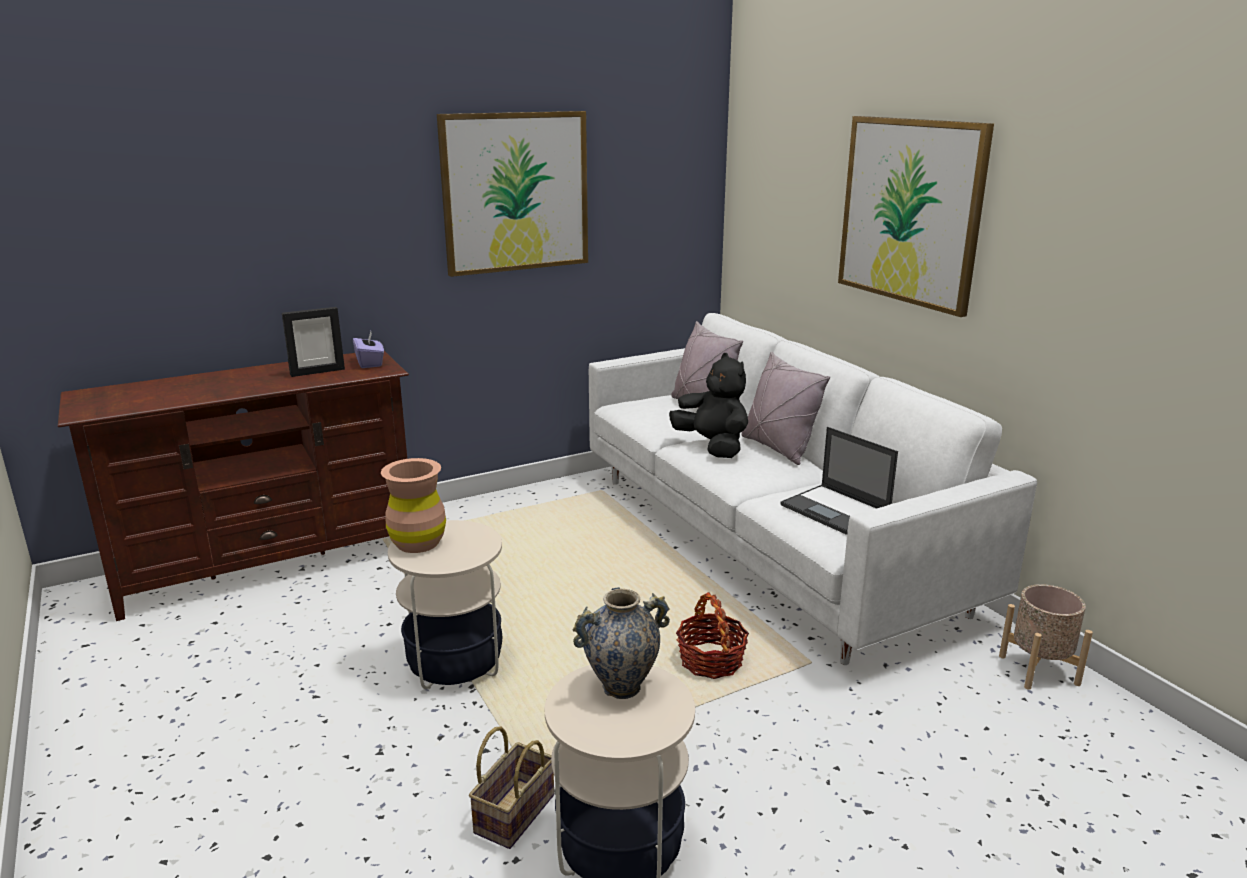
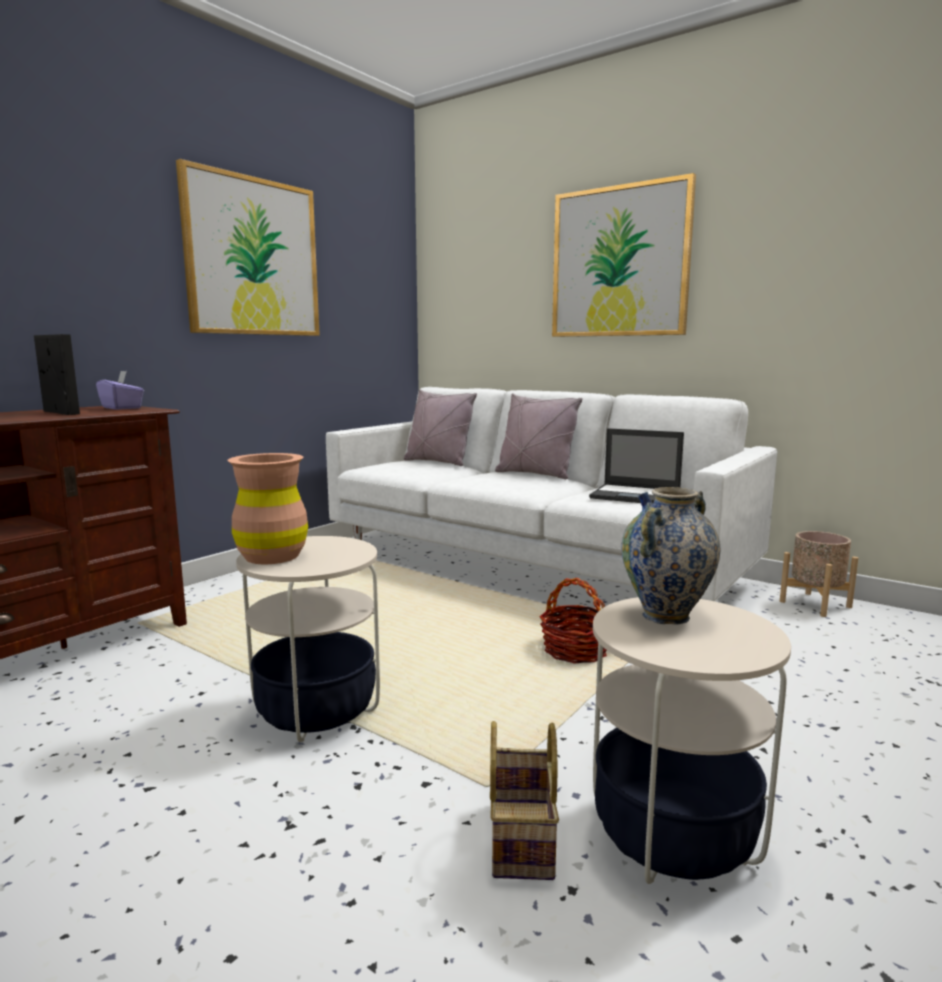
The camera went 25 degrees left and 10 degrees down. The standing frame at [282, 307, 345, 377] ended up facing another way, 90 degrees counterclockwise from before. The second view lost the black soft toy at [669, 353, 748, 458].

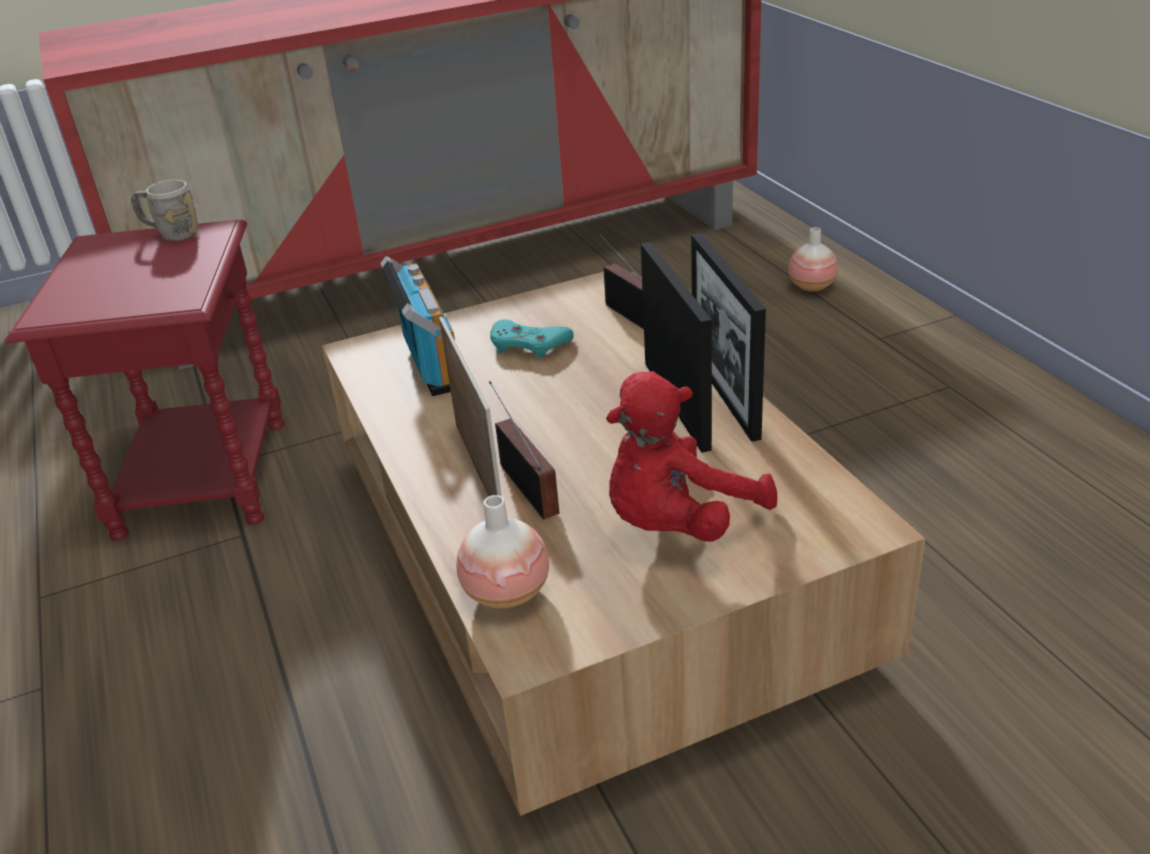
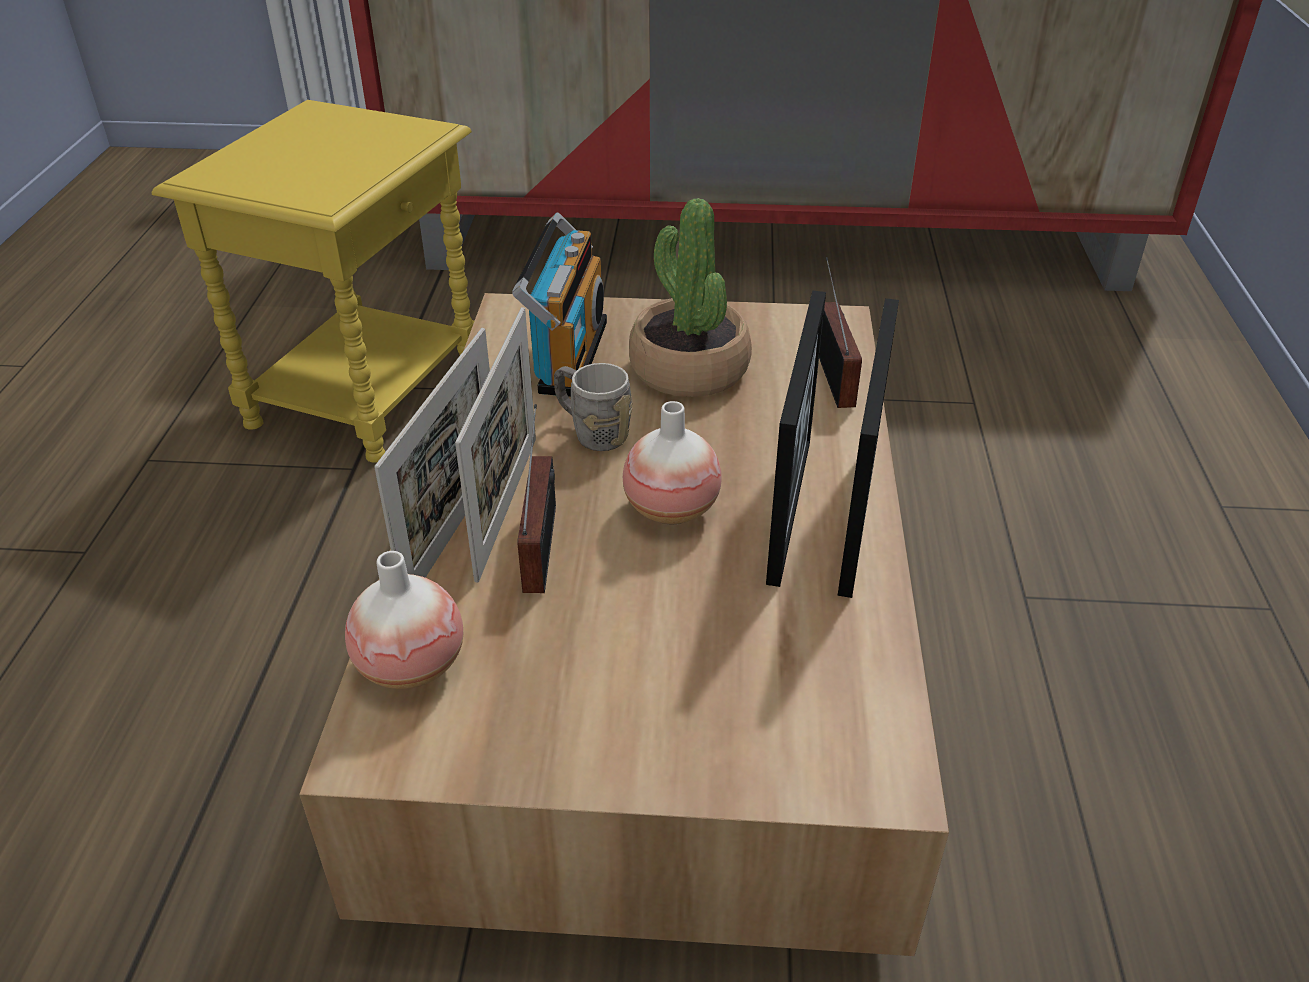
The camera went 25 degrees right and 5 degrees up. What was the red-coloured side table at [6, 220, 285, 541] turned into the yellowish side table at [152, 100, 474, 463]. The greyish coffee mug ended up elsewhere, having gone from [131, 180, 198, 241] to [554, 363, 632, 451]. Where the turquoise-coloured joypad stood at [490, 319, 574, 359], the plant in a pot came to stand at [629, 198, 752, 397]. The second view lost the red-coloured soft toy at [606, 371, 777, 542]. The flower vase ended up elsewhere, having gone from [788, 227, 838, 292] to [623, 401, 722, 525]. The second view gained the standing frame at [374, 328, 490, 578].

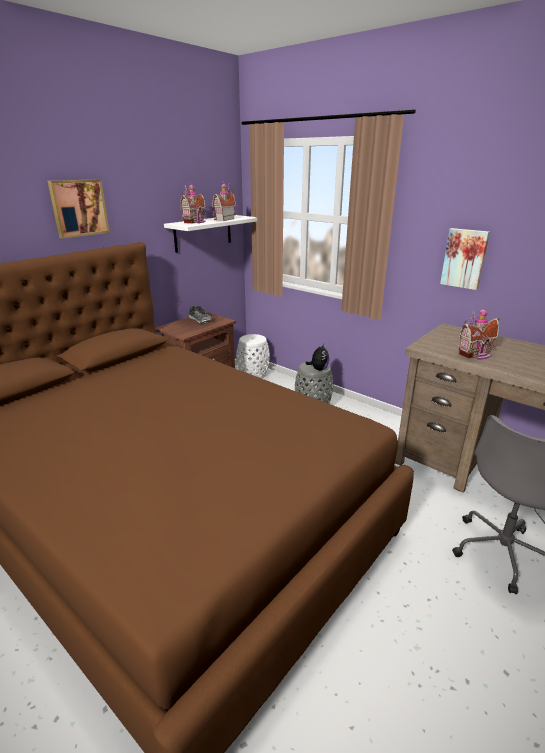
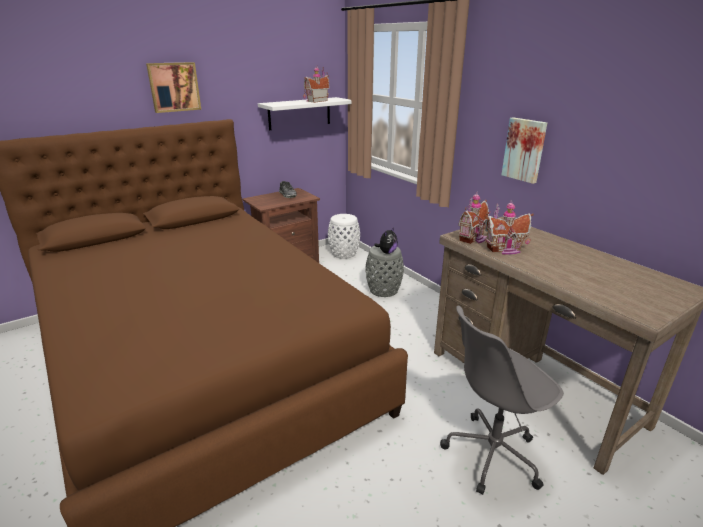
The camera went 15 degrees right and 0 degrees up. The model house ended up elsewhere, having gone from [180, 183, 206, 224] to [458, 192, 489, 244].

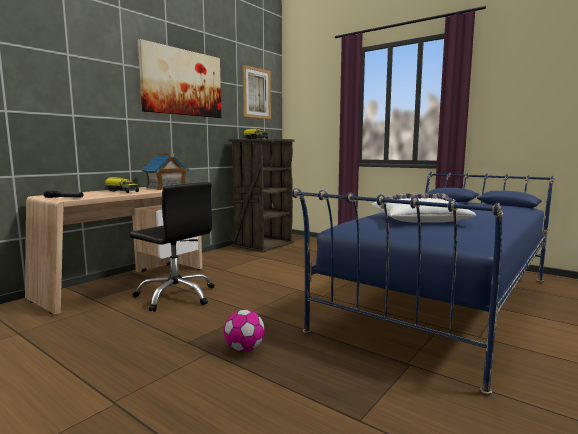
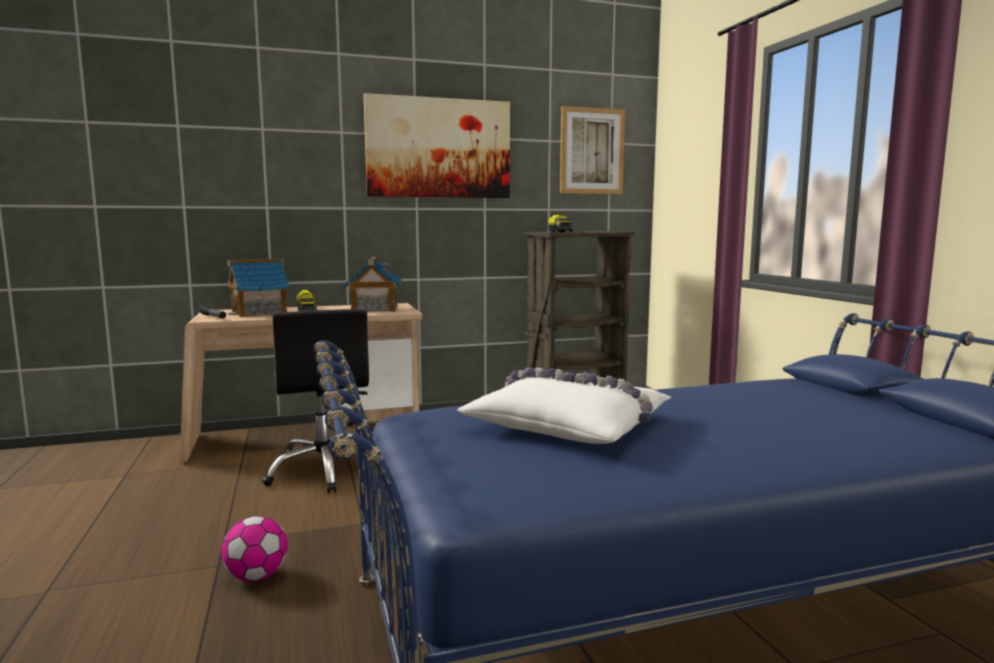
The camera went 35 degrees right and 0 degrees up. The second view gained the model house at [227, 258, 289, 317].

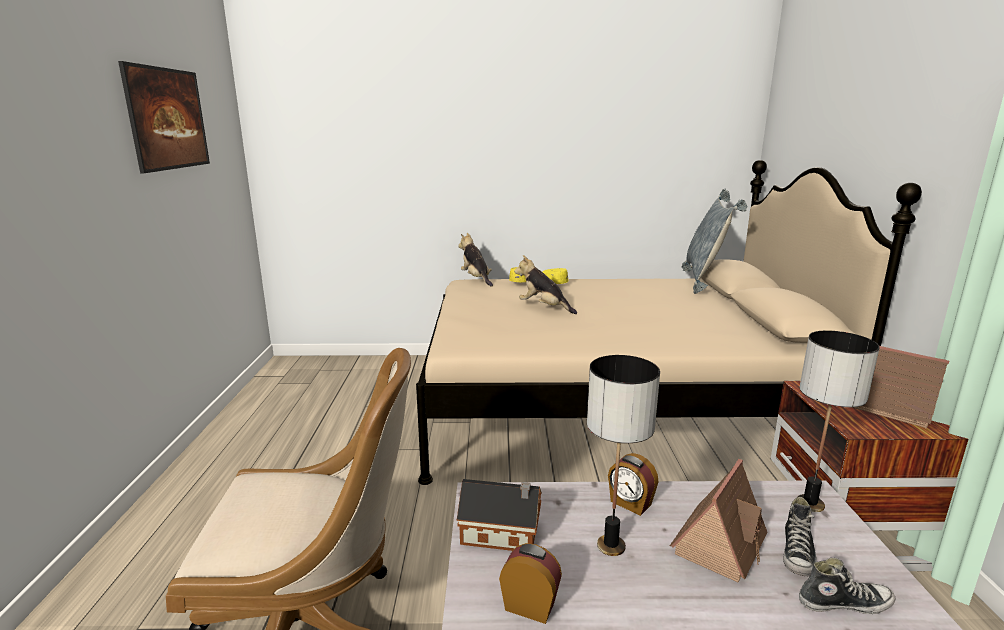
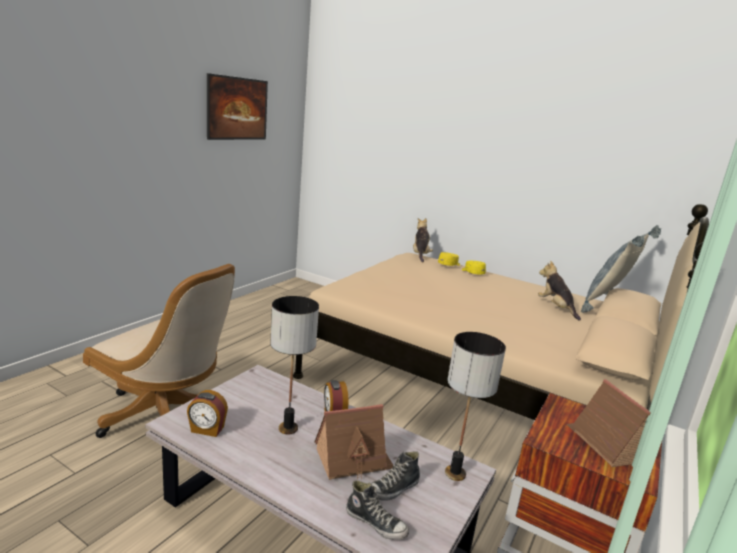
The camera went 30 degrees right and 0 degrees up. The second view lost the model house at [457, 479, 542, 551]. The alarm clock at [499, 543, 562, 624] ended up facing another way, 135 degrees clockwise from before. The soft toy ended up elsewhere, having gone from [514, 255, 577, 314] to [538, 260, 581, 321].

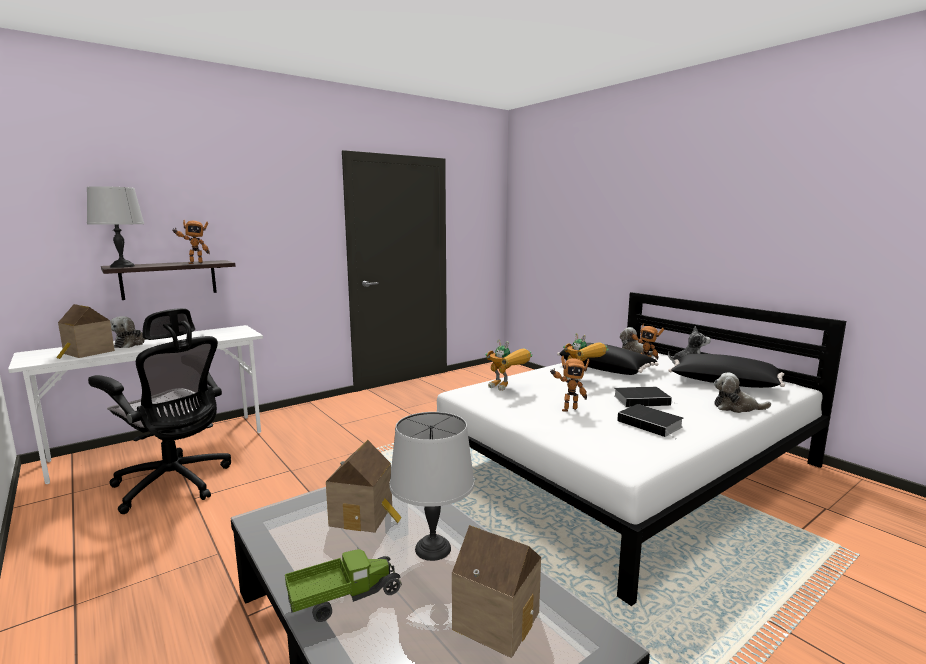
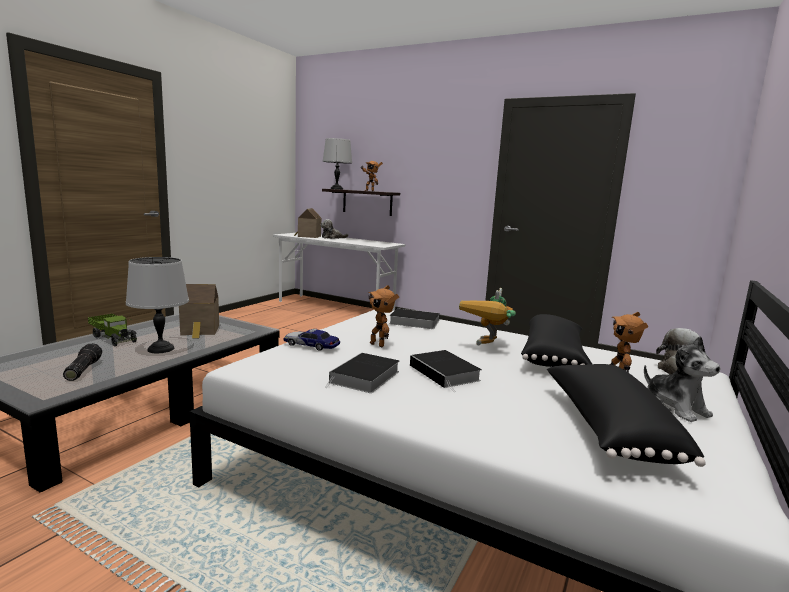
The camera went 65 degrees right and 0 degrees up. The second view lost the computer chair at [88, 308, 231, 514]. Where the model house stood at [452, 525, 541, 658], the torch came to stand at [63, 343, 102, 381]. Where the model robot stood at [485, 339, 532, 391], the volume came to stand at [389, 308, 440, 329]. The second view lost the soft toy at [714, 372, 771, 413]. The second view gained the model car at [283, 329, 340, 351].

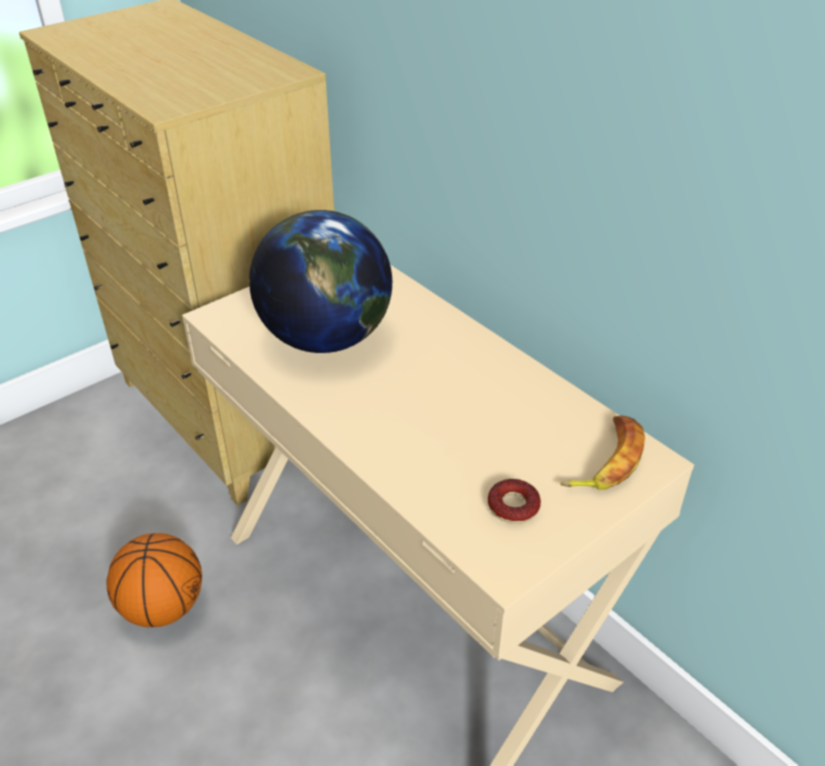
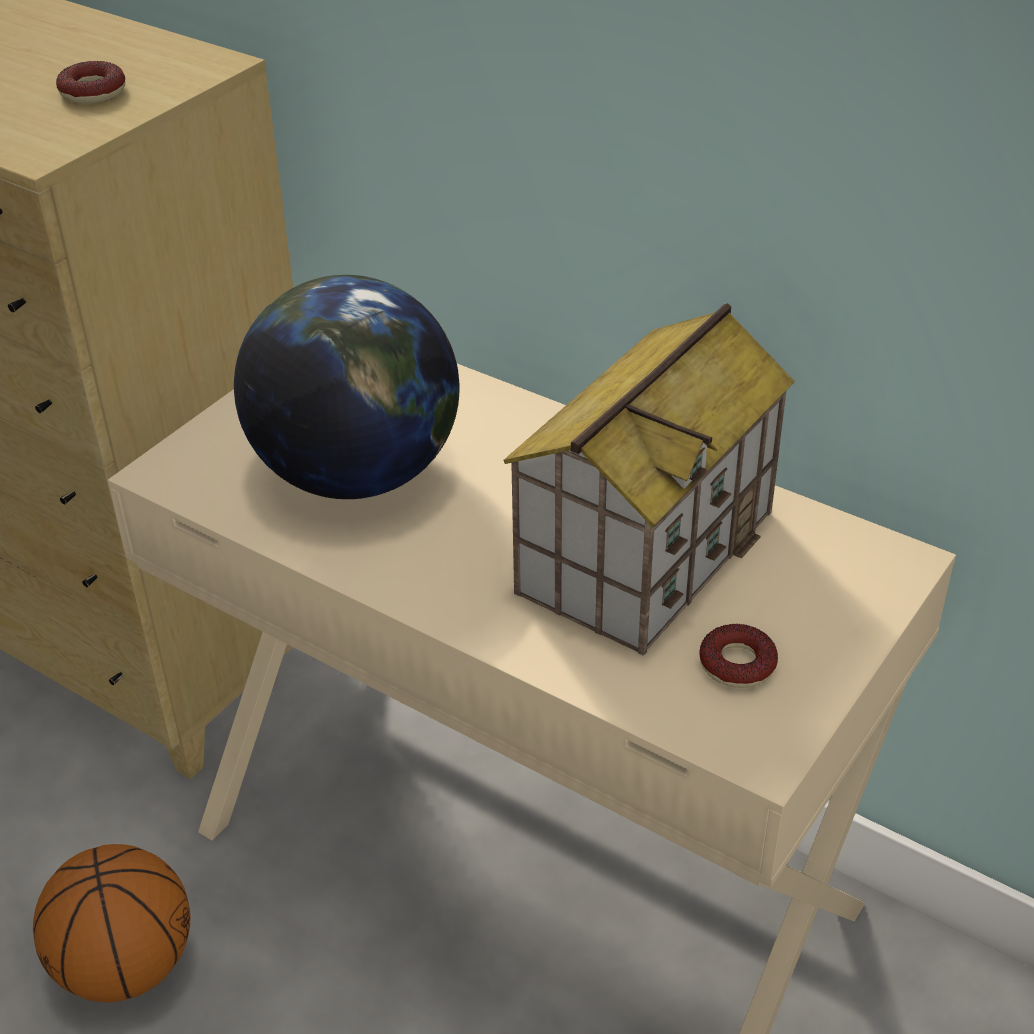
The camera went 15 degrees left and 0 degrees up. The second view lost the banana at [561, 416, 645, 490]. The second view gained the donut at [56, 61, 125, 104]. The second view gained the model house at [504, 303, 795, 656].

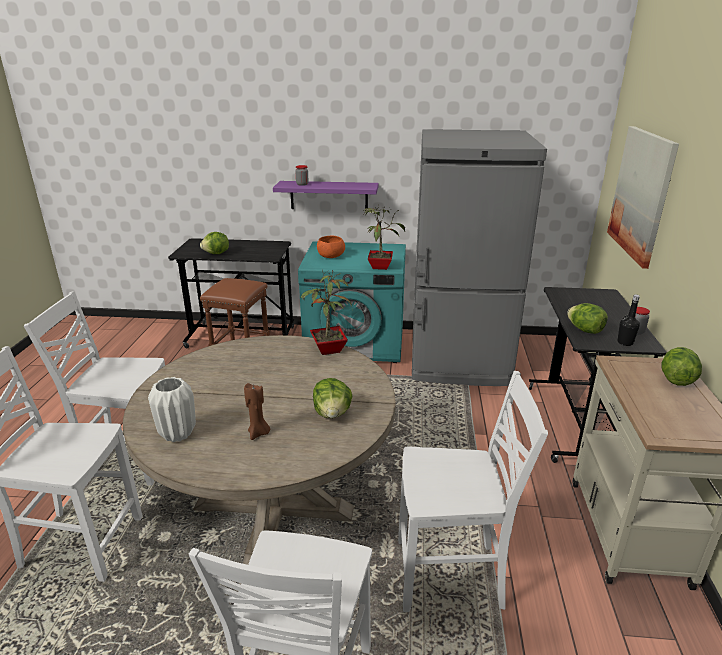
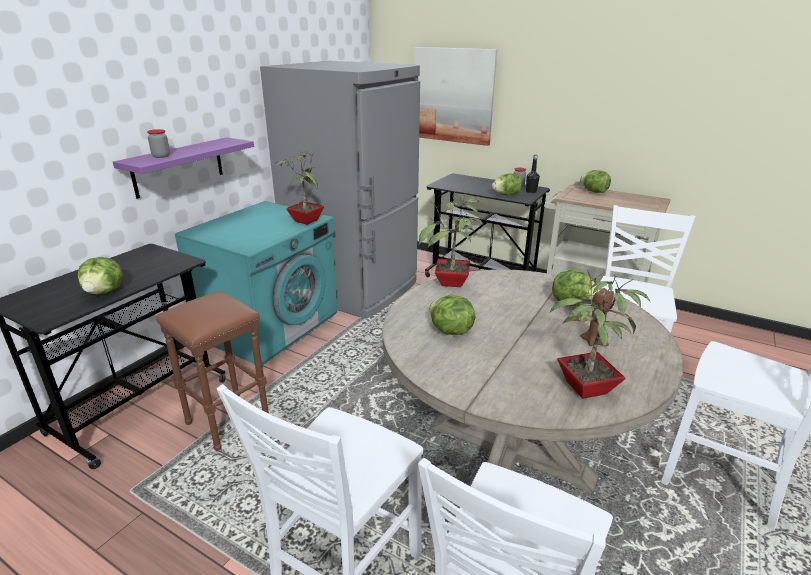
The camera went 65 degrees left and 0 degrees up. Where the white flower vase stood at [148, 377, 196, 442], the plant in a pot came to stand at [549, 270, 650, 399]. The second view lost the orangey deep dish at [317, 236, 345, 258]. The second view gained the head of lettuce at [429, 294, 475, 335].

